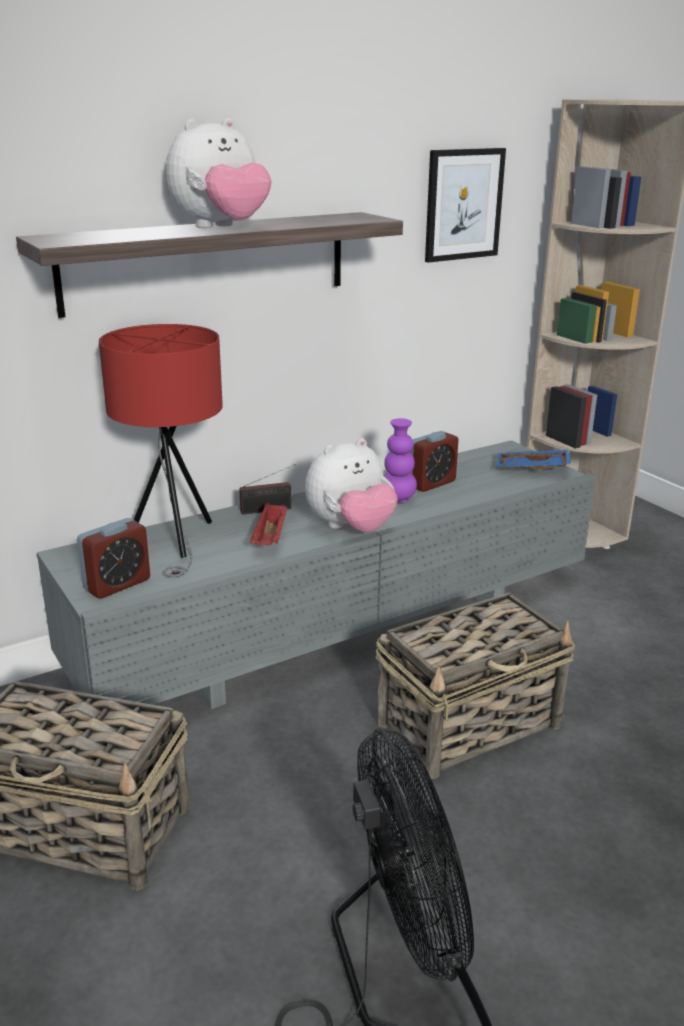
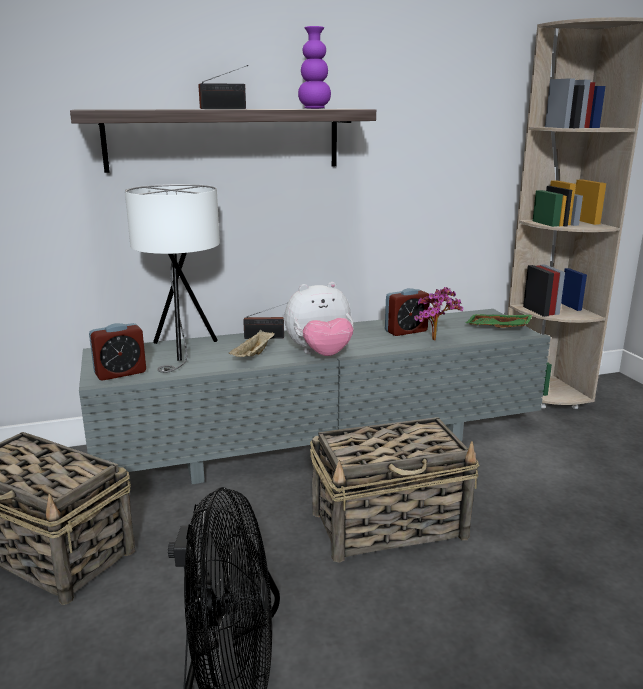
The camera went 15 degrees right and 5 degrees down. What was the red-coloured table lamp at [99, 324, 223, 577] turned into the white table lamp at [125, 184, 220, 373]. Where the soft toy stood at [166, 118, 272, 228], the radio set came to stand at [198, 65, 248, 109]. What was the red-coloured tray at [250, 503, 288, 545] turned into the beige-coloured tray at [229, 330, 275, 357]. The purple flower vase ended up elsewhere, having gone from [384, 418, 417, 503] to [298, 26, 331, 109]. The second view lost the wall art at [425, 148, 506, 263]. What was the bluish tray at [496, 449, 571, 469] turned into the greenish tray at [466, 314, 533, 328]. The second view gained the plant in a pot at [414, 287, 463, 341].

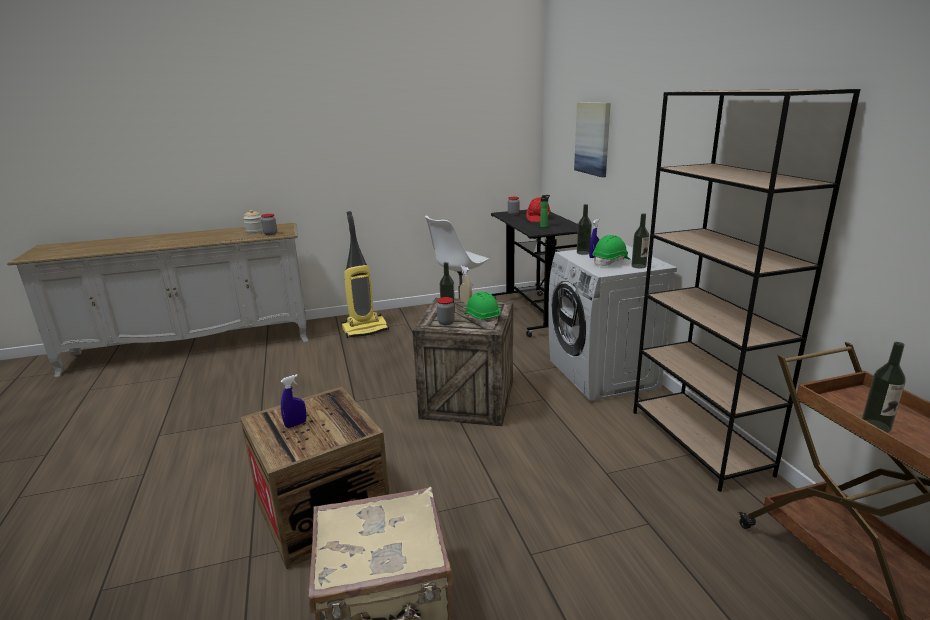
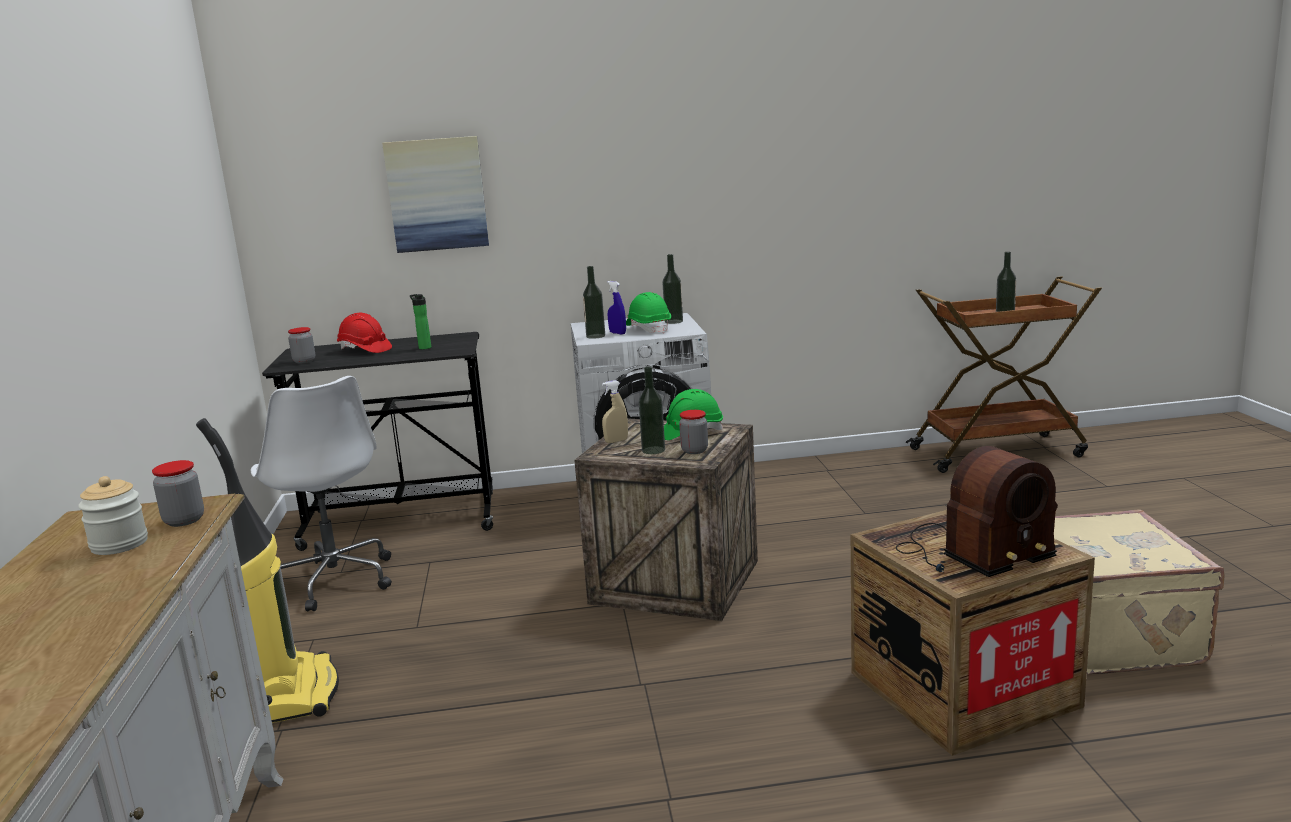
The camera went 80 degrees left and 5 degrees down. Where the bluish hand sprayer stood at [281, 374, 306, 428], the radio set came to stand at [896, 446, 1058, 577]. The second view lost the beige-coloured shelving unit at [633, 89, 861, 492].

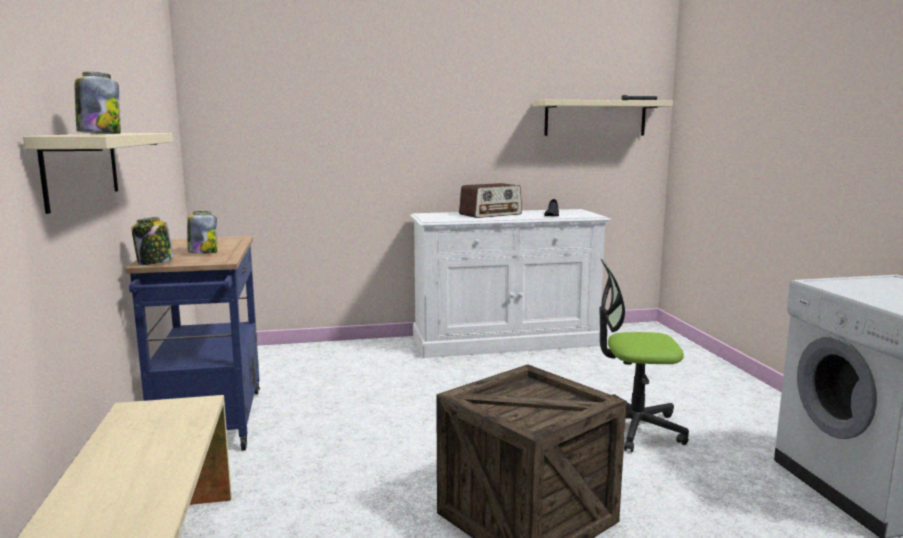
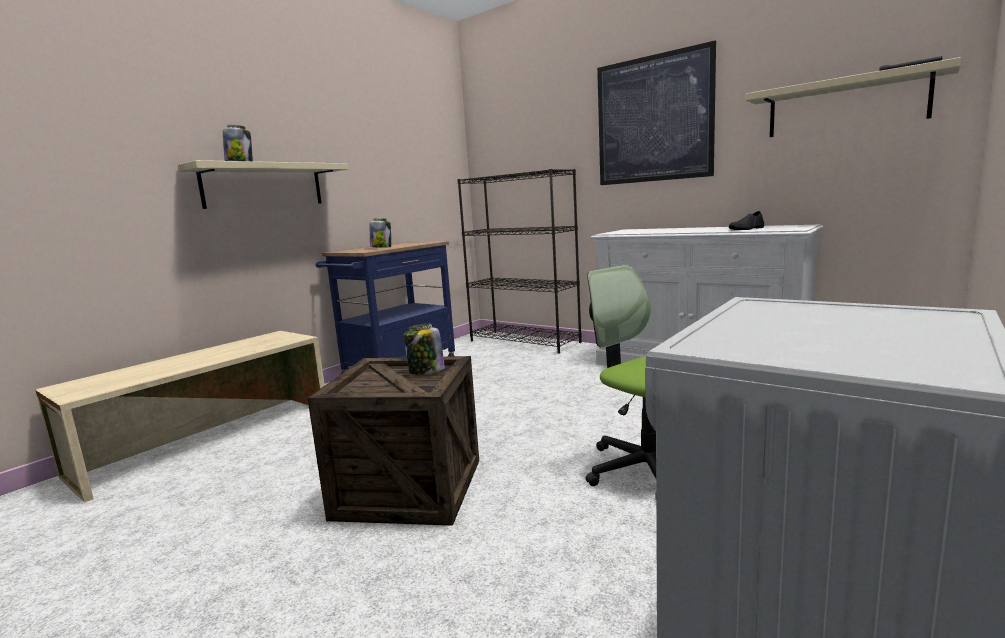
The camera went 50 degrees right and 0 degrees up. The preserve jar ended up elsewhere, having gone from [131, 217, 174, 265] to [404, 324, 445, 375]. The second view lost the radio set at [459, 183, 522, 218]. The second view gained the black shelving unit at [457, 169, 582, 354]. The second view gained the wall art at [597, 41, 716, 185].

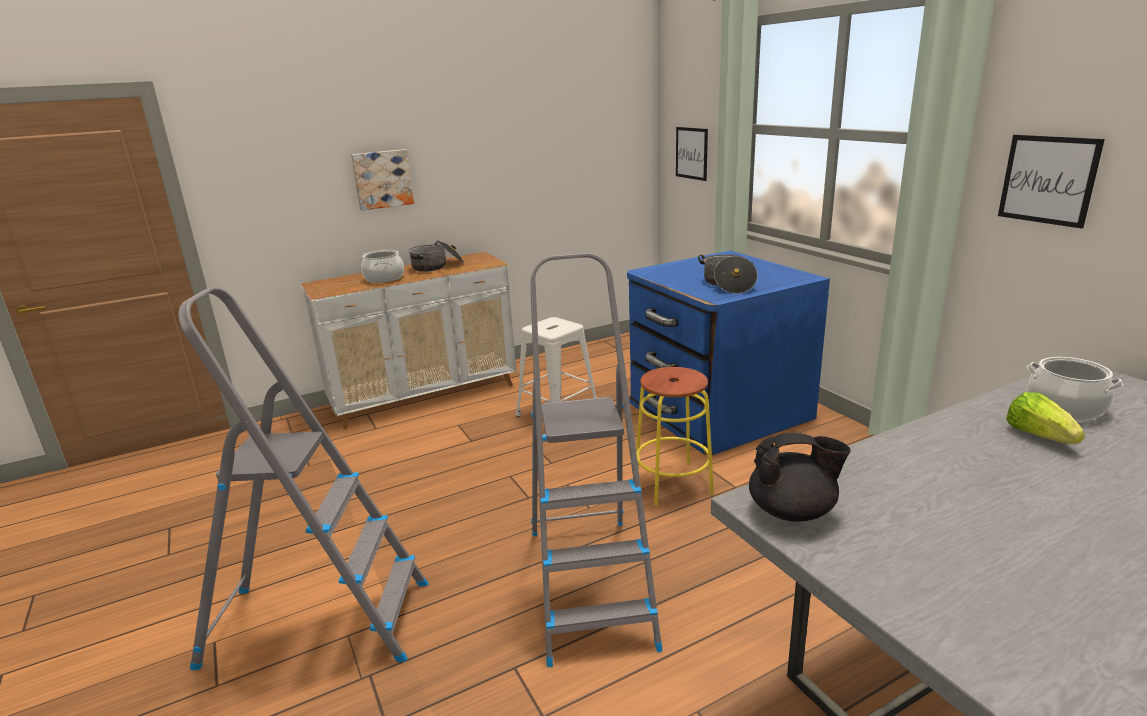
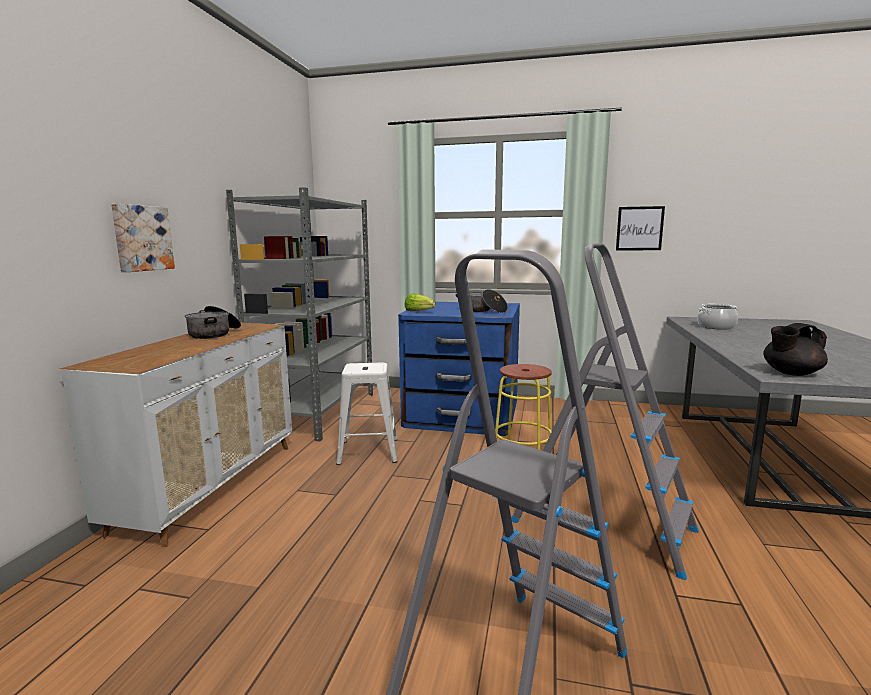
The camera went 50 degrees left and 10 degrees down. The second view lost the stockpot at [361, 250, 404, 283]. The second view lost the wall art at [676, 127, 708, 181]. The black teapot at [749, 433, 851, 522] ended up facing another way, 150 degrees counterclockwise from before. The head of lettuce ended up elsewhere, having gone from [1006, 392, 1085, 444] to [405, 293, 435, 312]. The second view gained the greyish shelving unit at [226, 187, 373, 441].

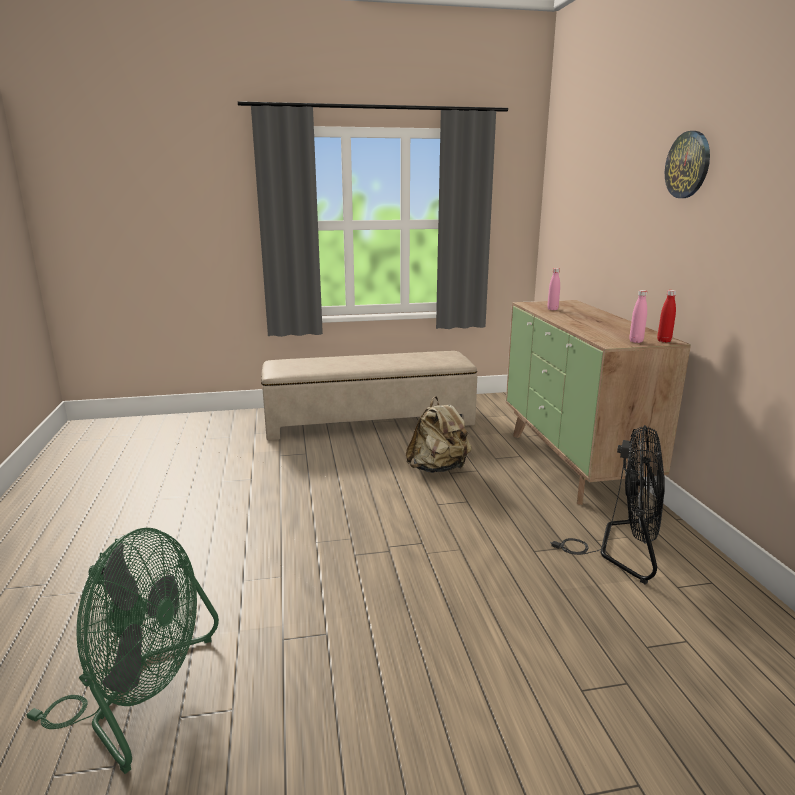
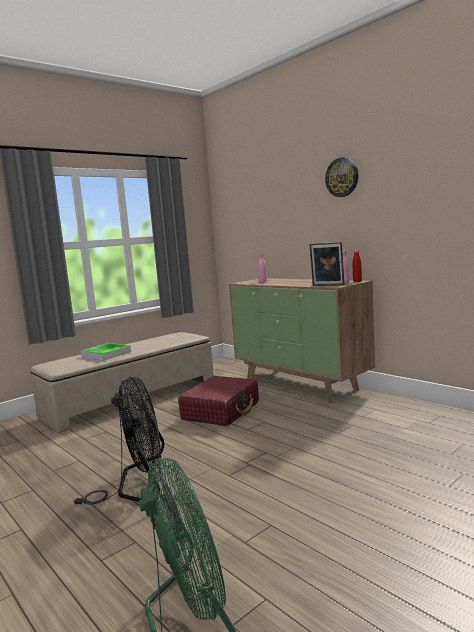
The camera went 30 degrees left and 10 degrees down. Where the beige-coloured knapsack stood at [406, 396, 472, 473], the red-coloured piece of luggage came to stand at [178, 376, 259, 426]. The black fan ended up elsewhere, having gone from [550, 425, 665, 585] to [74, 377, 164, 505]. The second view gained the tray at [81, 343, 131, 361]. The second view gained the standing frame at [309, 242, 345, 286].

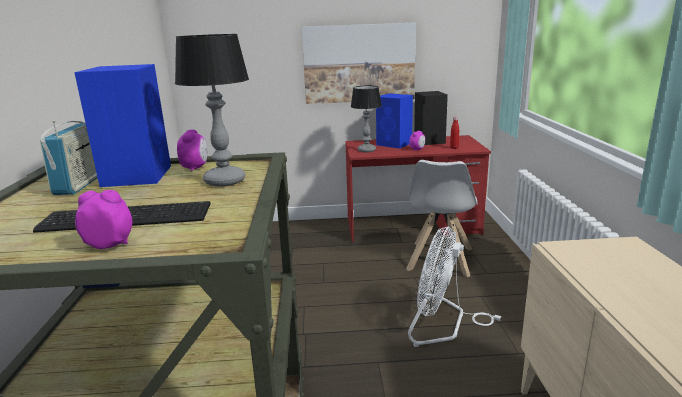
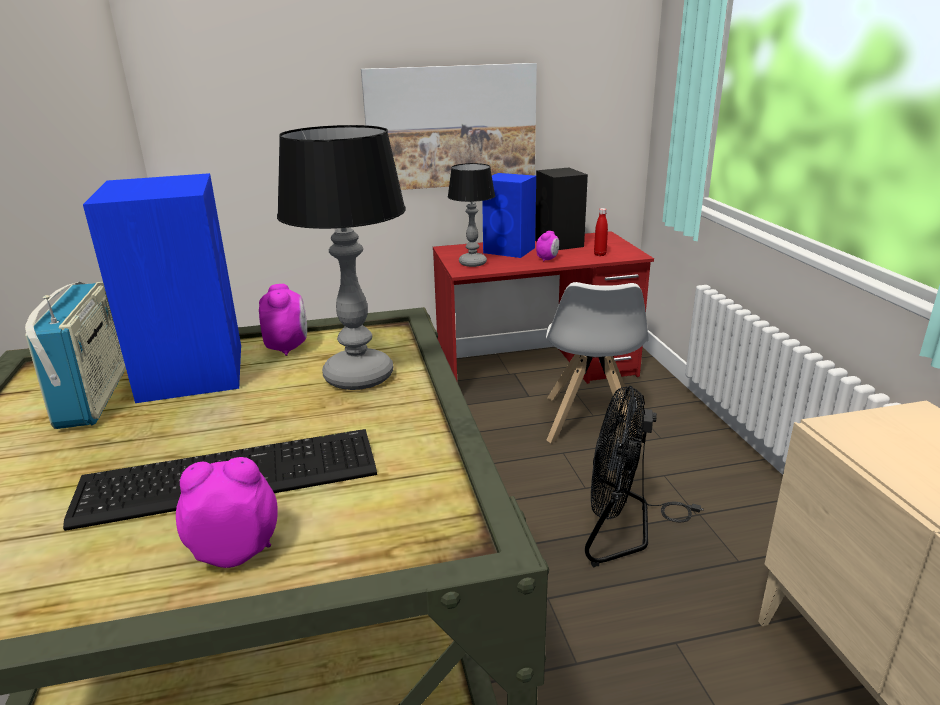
The camera went 10 degrees left and 5 degrees up. What was the white fan at [408, 227, 503, 347] turned into the black fan at [585, 386, 704, 567].

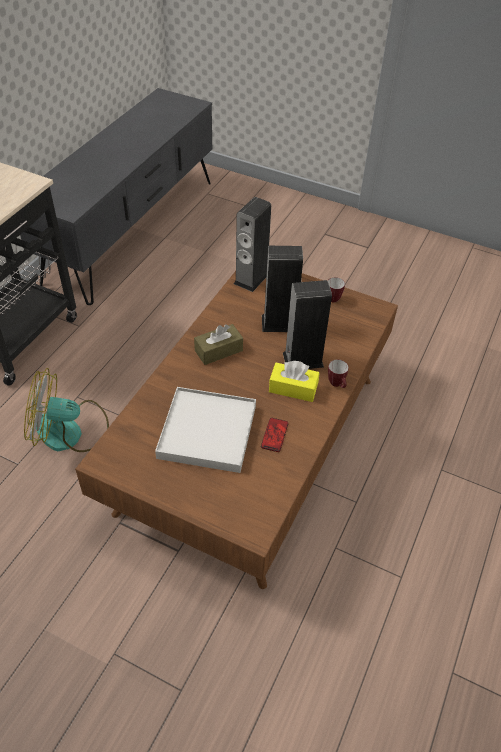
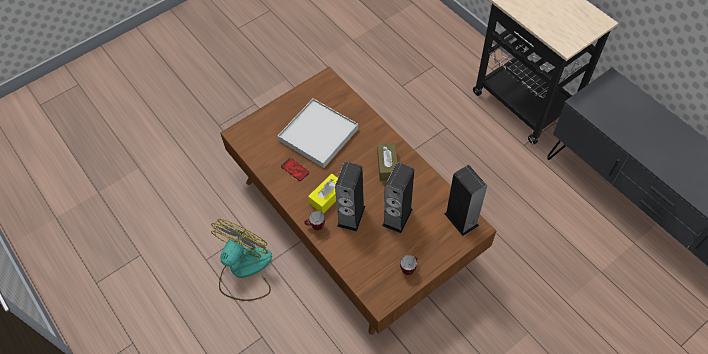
The camera went 120 degrees right and 10 degrees up. The fan ended up elsewhere, having gone from [24, 368, 109, 452] to [211, 219, 272, 301].

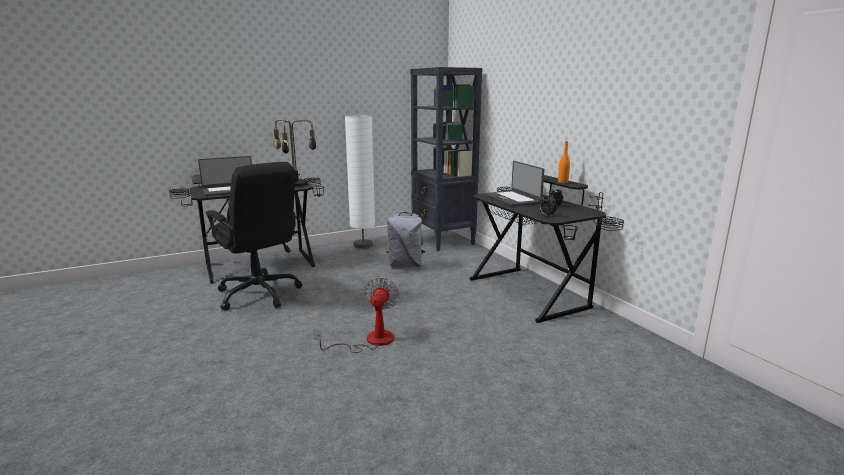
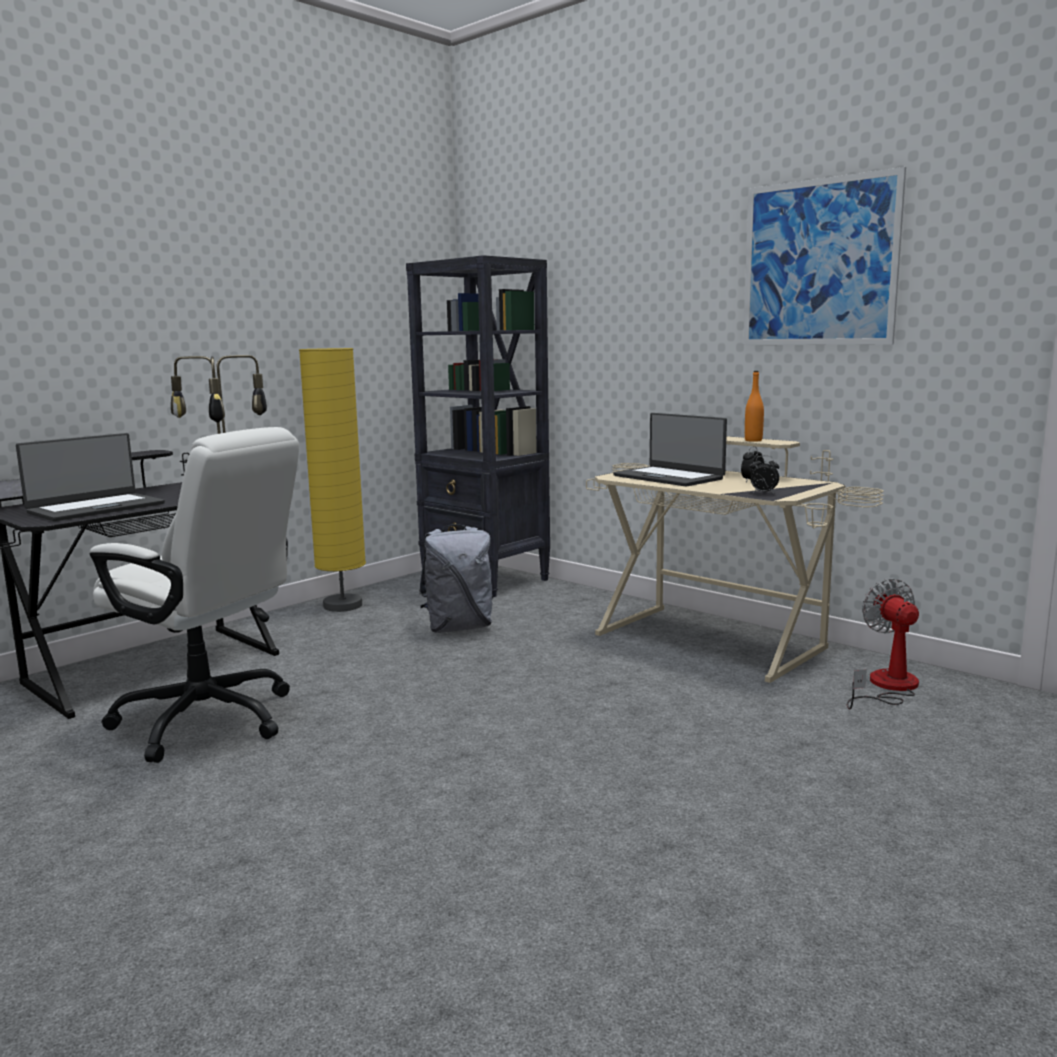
The camera went 20 degrees left and 5 degrees down. What was the black computer chair at [206, 162, 302, 310] turned into the white computer chair at [90, 427, 299, 763]. The fan ended up elsewhere, having gone from [313, 277, 399, 353] to [847, 578, 919, 710]. What was the white standard lamp at [345, 115, 375, 249] turned into the yellowish standard lamp at [299, 348, 366, 612]. What was the black desk unit at [470, 175, 624, 323] turned into the beige-coloured desk unit at [586, 436, 884, 683]. The second view gained the wall art at [743, 167, 906, 345].

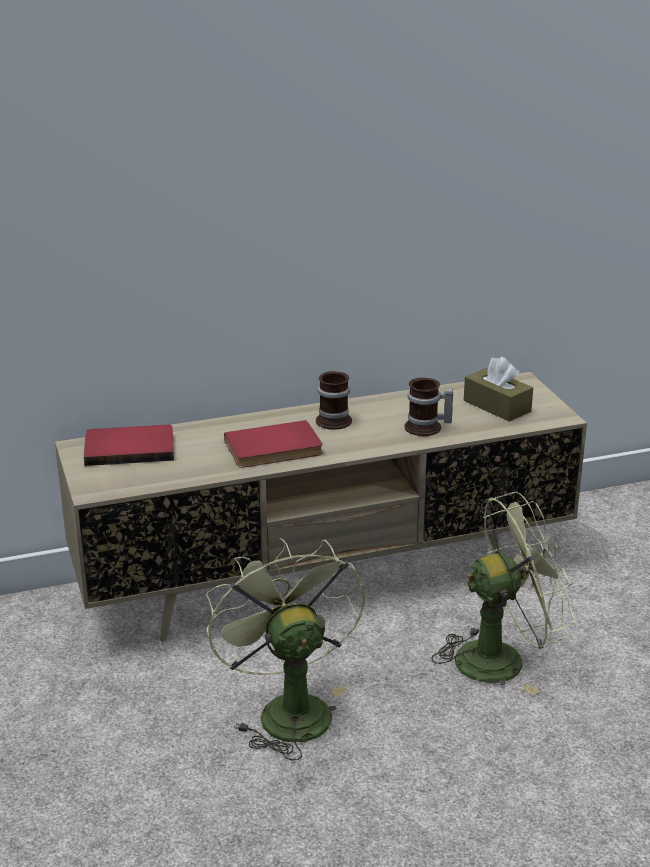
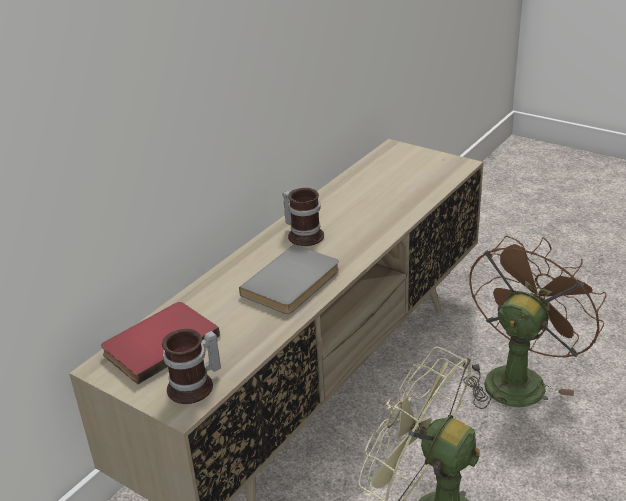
The camera went 35 degrees left and 5 degrees up. What was the red-coloured volume at [224, 420, 323, 468] turned into the greyish volume at [239, 245, 339, 314]. The coffee mug ended up elsewhere, having gone from [404, 377, 453, 436] to [162, 329, 221, 404]. What was the greenish fan at [431, 492, 575, 695] turned into the brownish fan at [463, 236, 606, 409]. The second view lost the brownish tissue box at [464, 357, 533, 422].

